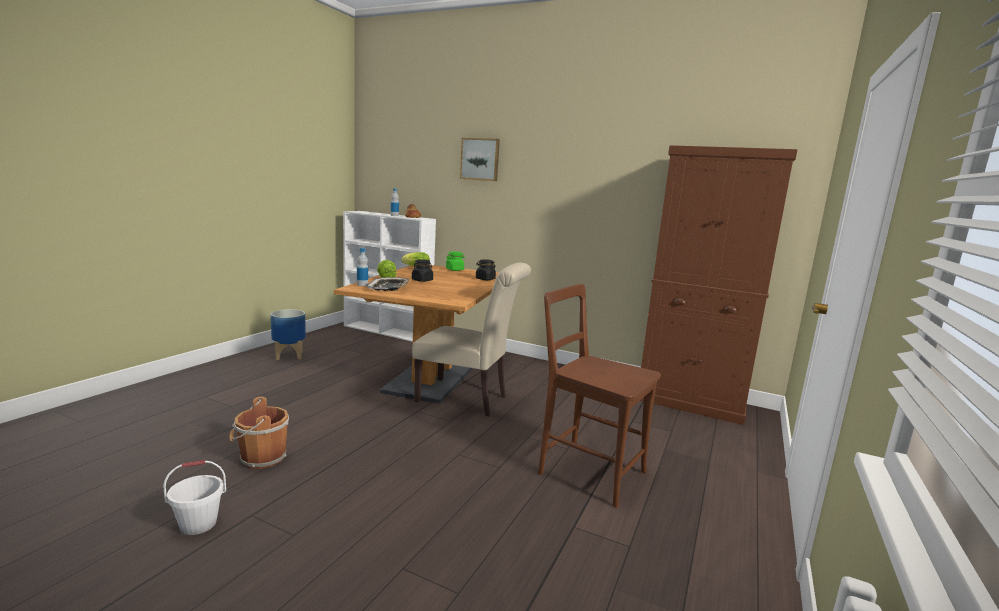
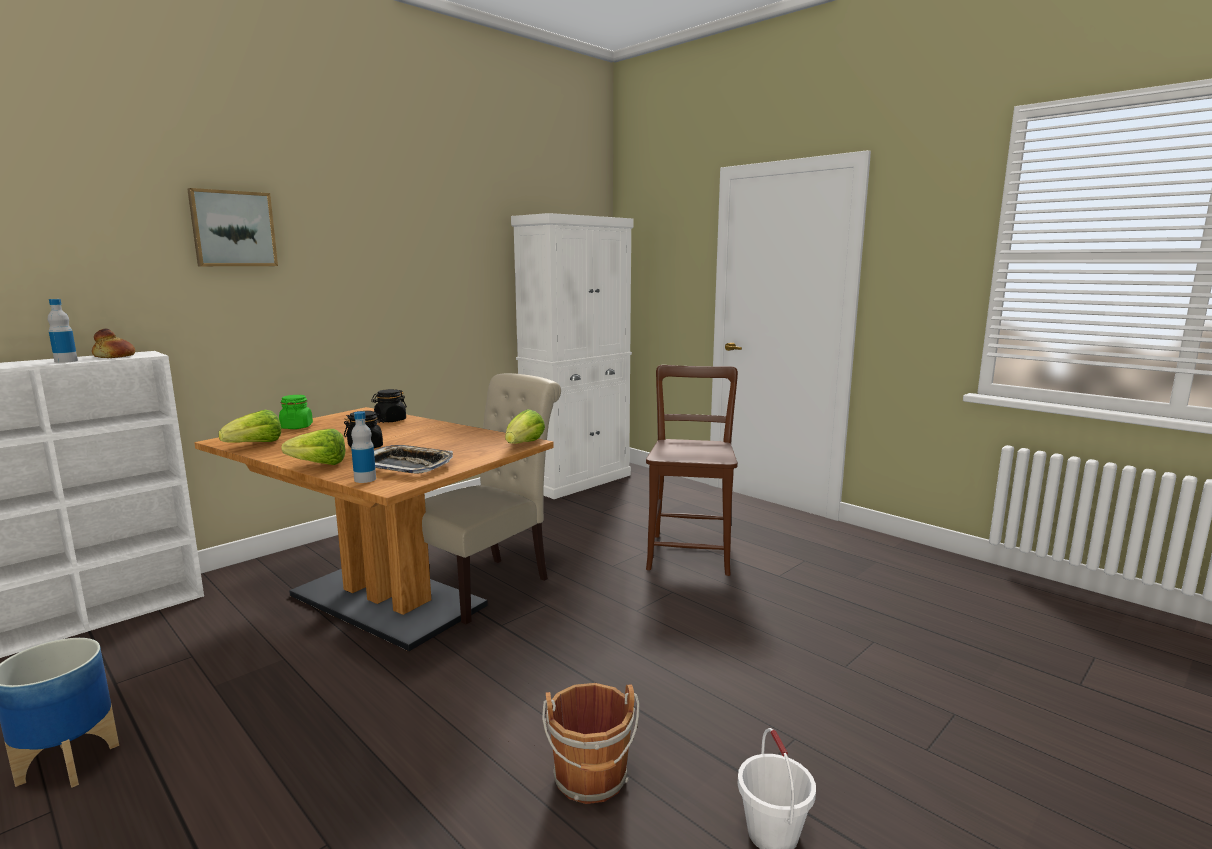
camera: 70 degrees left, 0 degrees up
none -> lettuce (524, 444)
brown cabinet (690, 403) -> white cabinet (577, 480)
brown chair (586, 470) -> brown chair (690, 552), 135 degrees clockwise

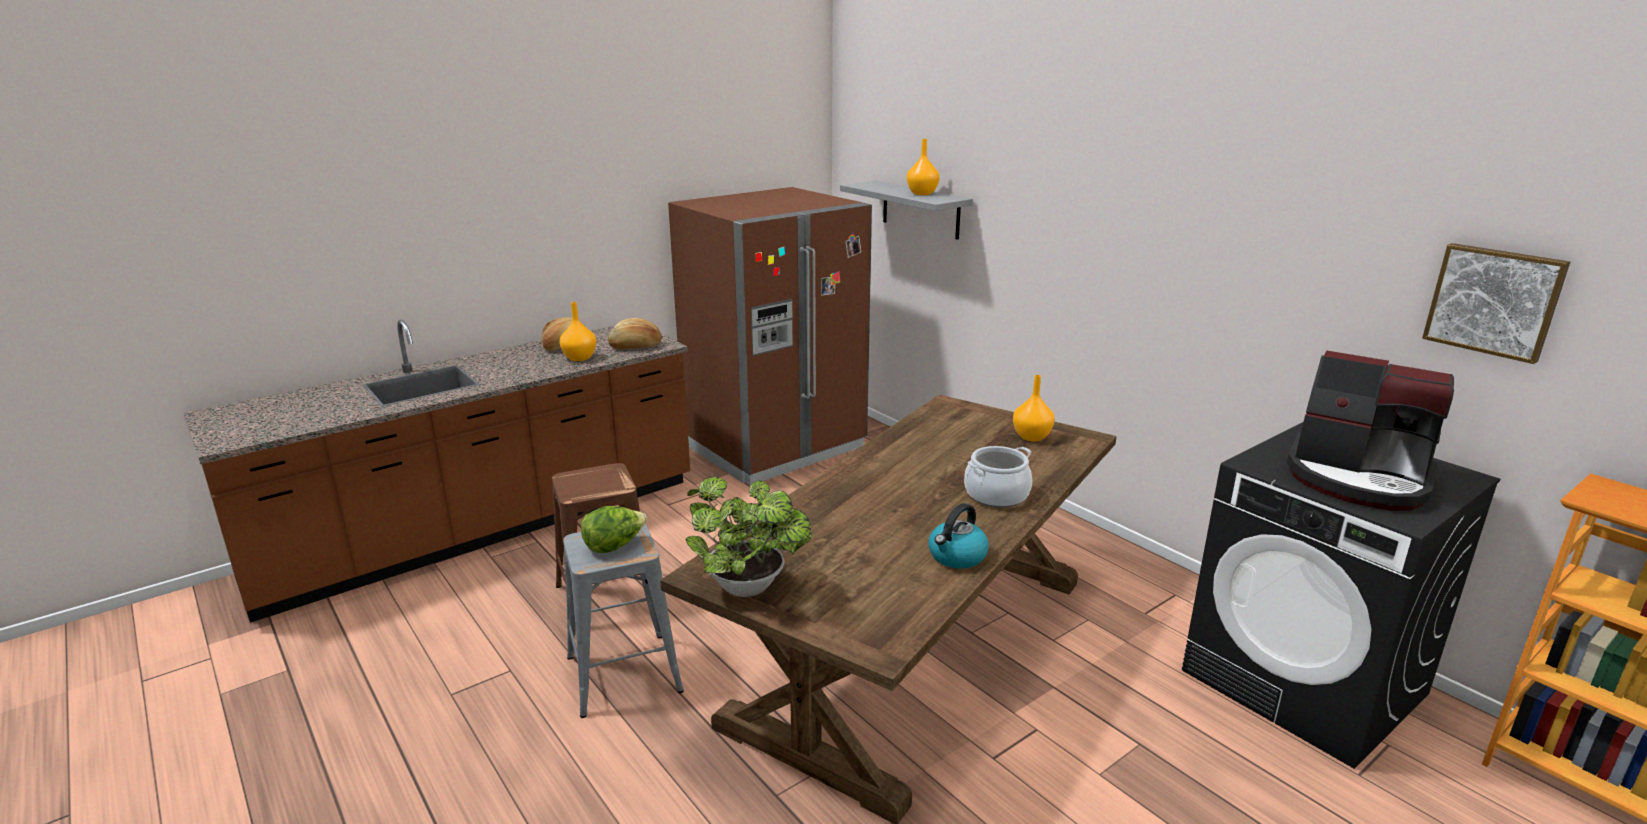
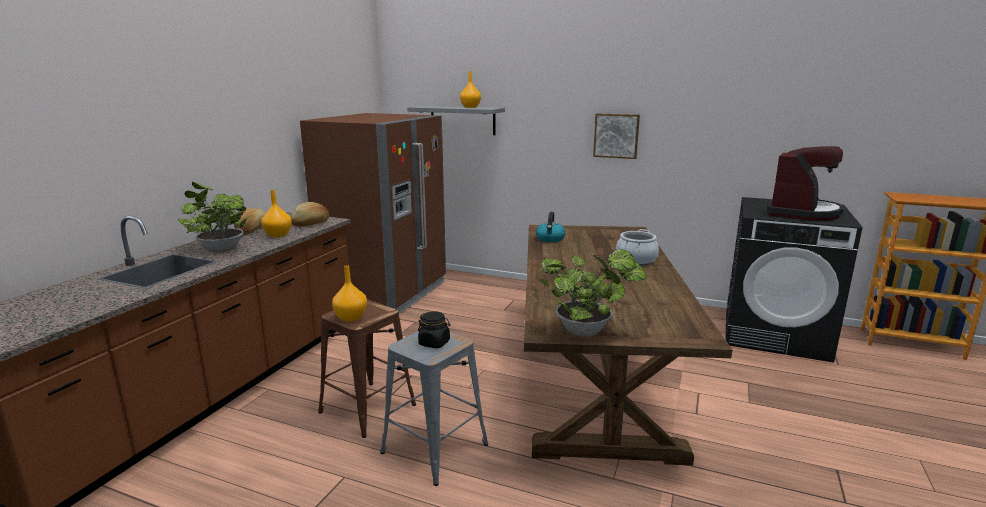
camera: 30 degrees left, 5 degrees down
none -> potted plant (220, 249)
kettle (957, 557) -> kettle (550, 239), shifted
orange vase (1031, 436) -> orange vase (350, 317), shifted
picture (1494, 301) -> picture (616, 135), shifted
lettuce (614, 546) -> black jar (434, 343)
coffee machine (1358, 479) -> coffee machine (802, 212), 60 degrees counterclockwise

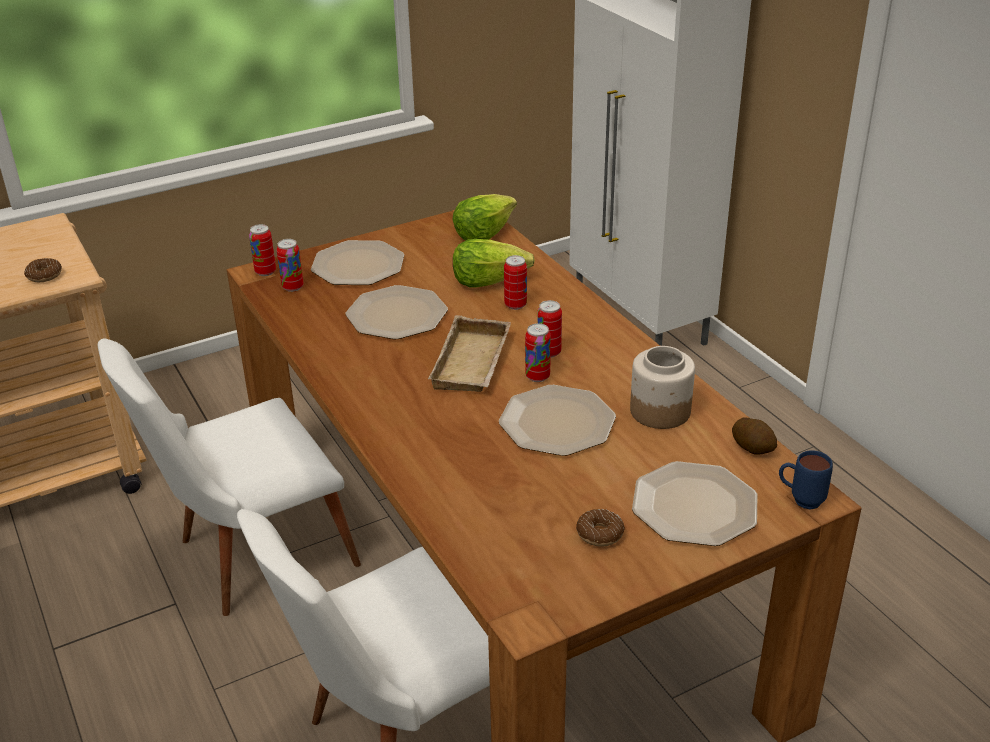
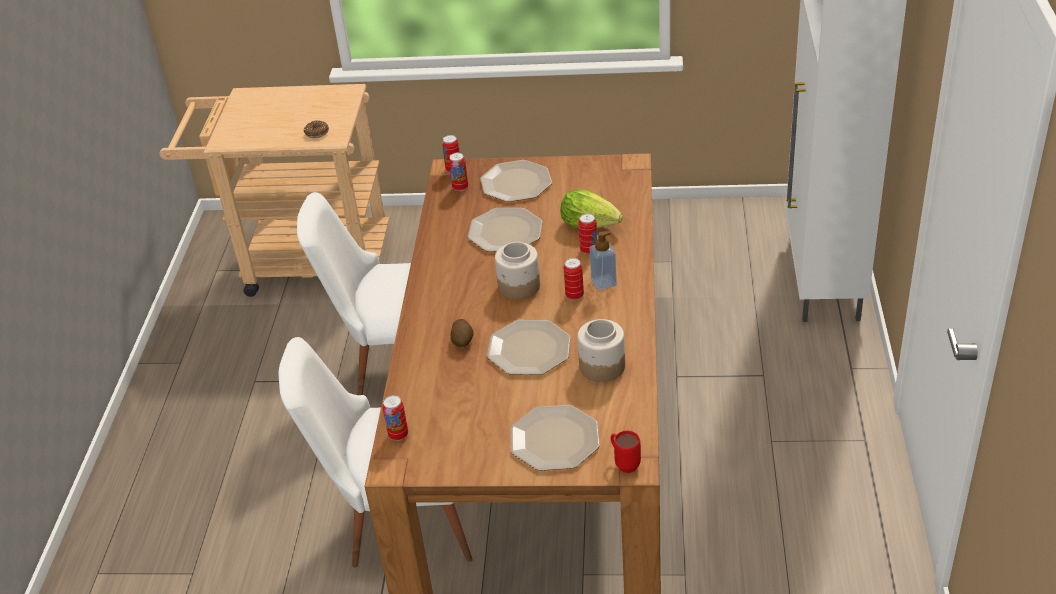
camera: 35 degrees right, 5 degrees up
lettuce (483, 233) -> none
donut (600, 534) -> none
none -> soap dispenser (603, 282)
can (537, 376) -> can (398, 435), shifted
potato (753, 447) -> potato (462, 341), shifted
beige tray (474, 363) -> jar (519, 287)
blue mug (800, 500) -> red mug (624, 463)

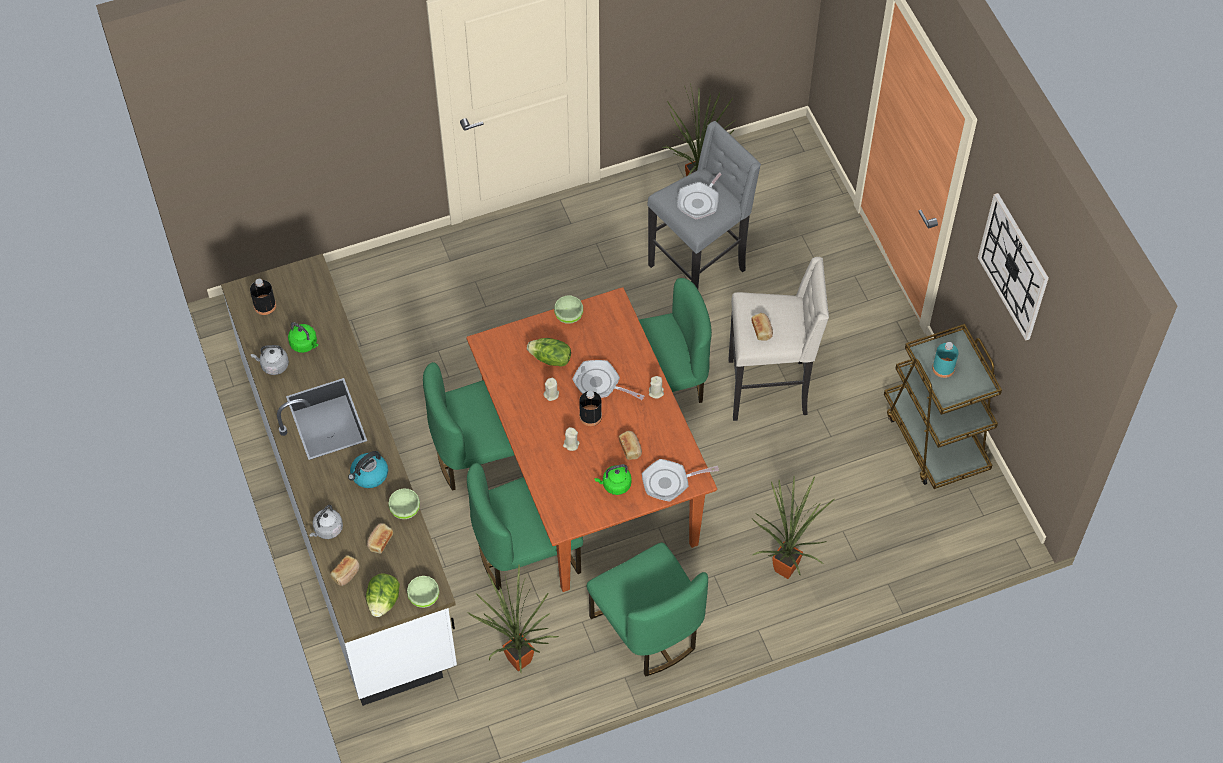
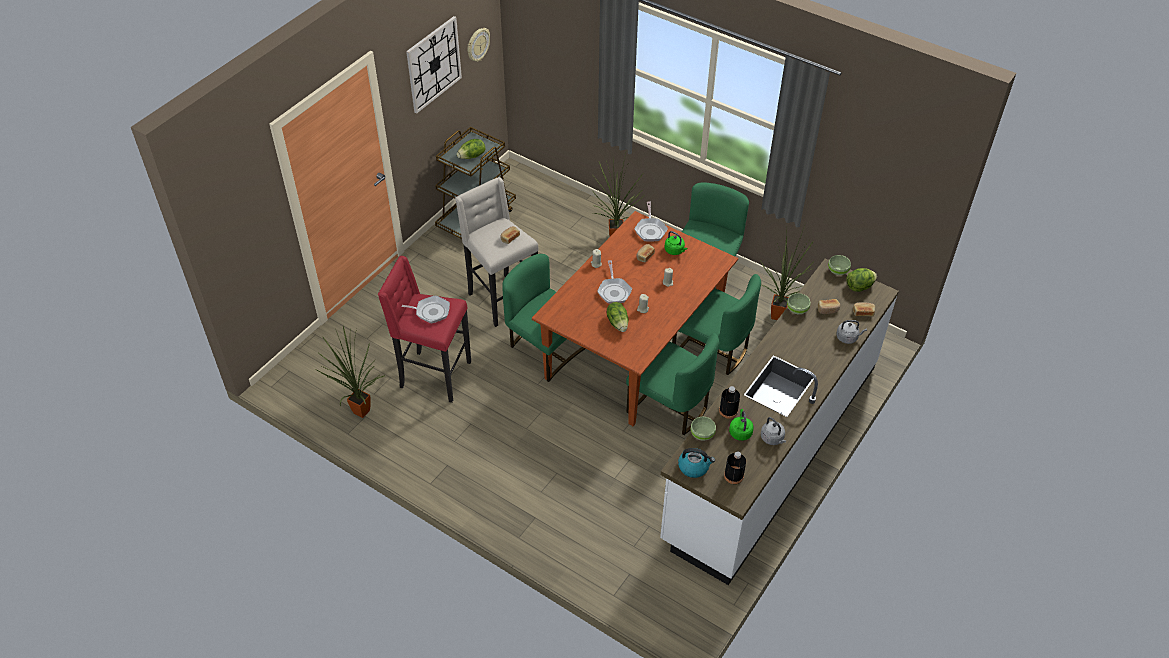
camera: 125 degrees left, 10 degrees down
none -> wall clock (477, 45)
kettle (369, 475) -> kettle (694, 467), shifted
green bowl (568, 315) -> green bowl (702, 435), shifted
black bottle (590, 416) -> black bottle (728, 411), shifted
turquoise bottle (943, 368) -> lettuce (472, 156)
grey stool (699, 268) -> red stool (433, 375)
frying pan (669, 482) -> frying pan (650, 230), 45 degrees clockwise

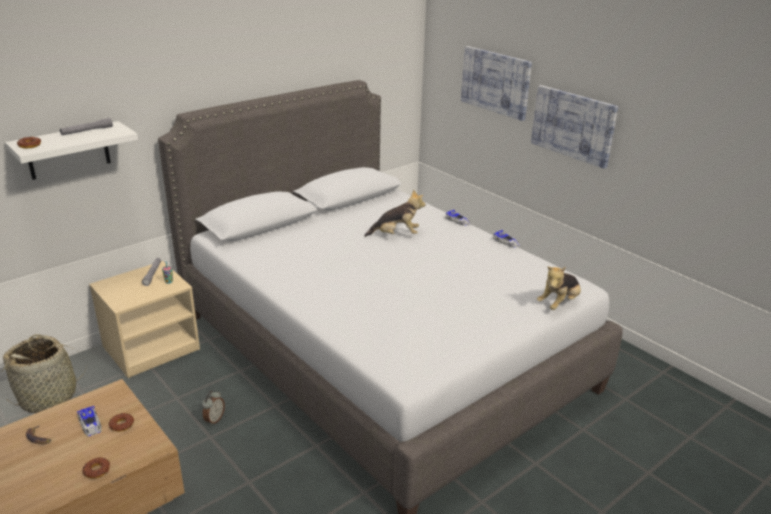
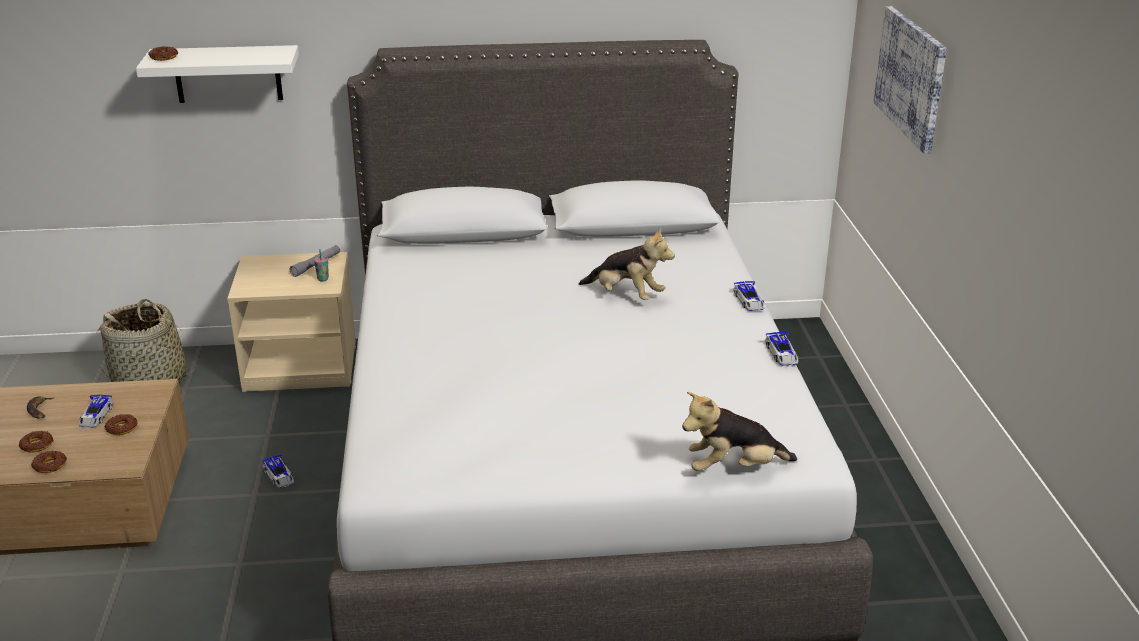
camera: 35 degrees right, 0 degrees up
grey flashlight (87, 131) -> none
picture (573, 125) -> none
none -> donut (37, 445)
alarm clock (214, 419) -> toy car (279, 476)

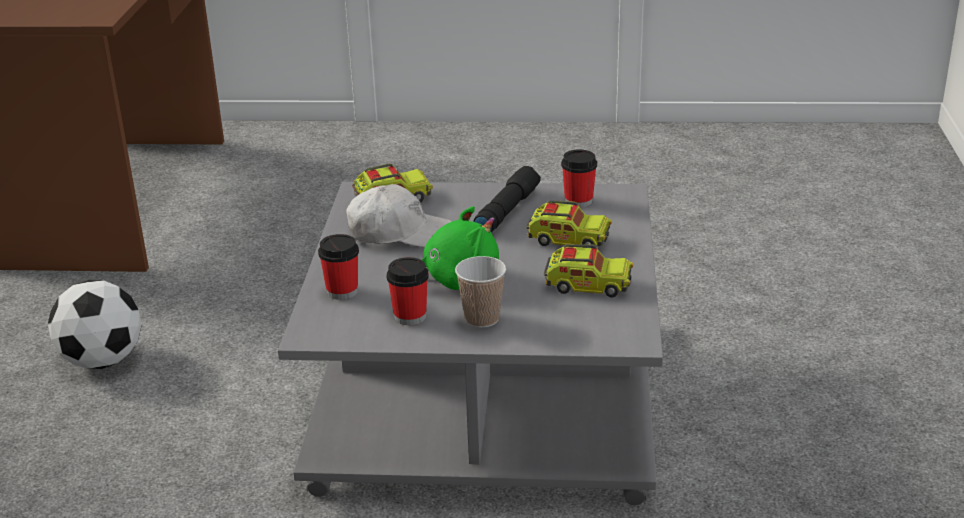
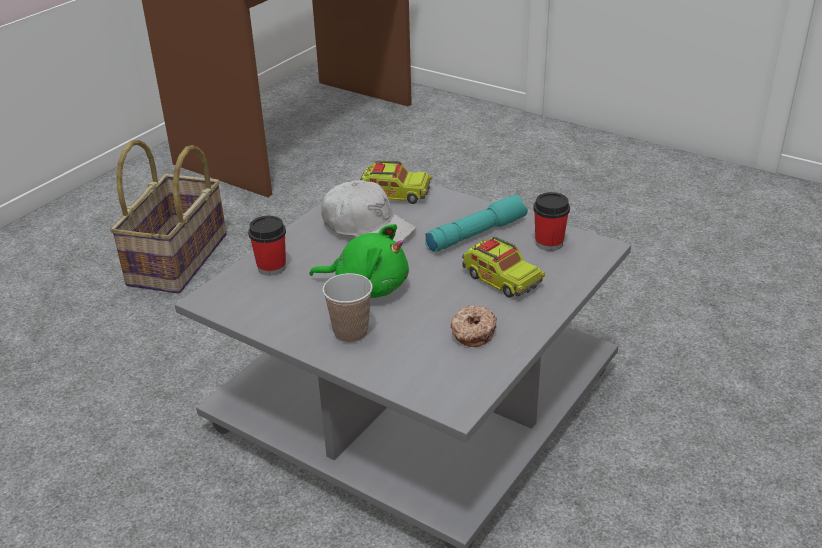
camera: 30 degrees right, 5 degrees up
cup (410, 316) -> none
football (102, 361) -> basket (179, 260)
toy truck (588, 285) -> donut (472, 332)
black flashlight (506, 211) -> turquoise flashlight (476, 233)

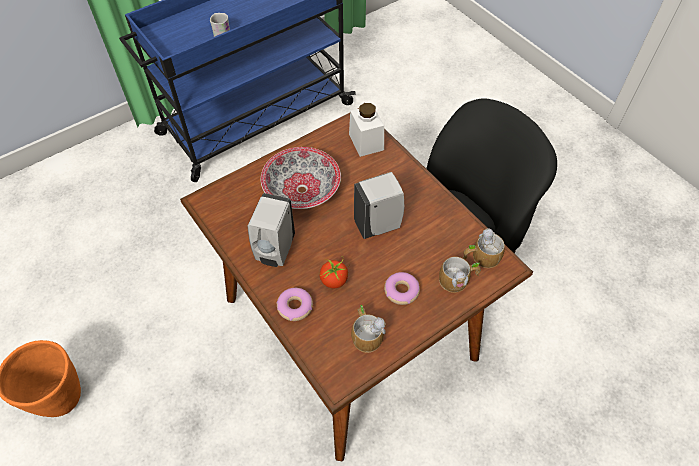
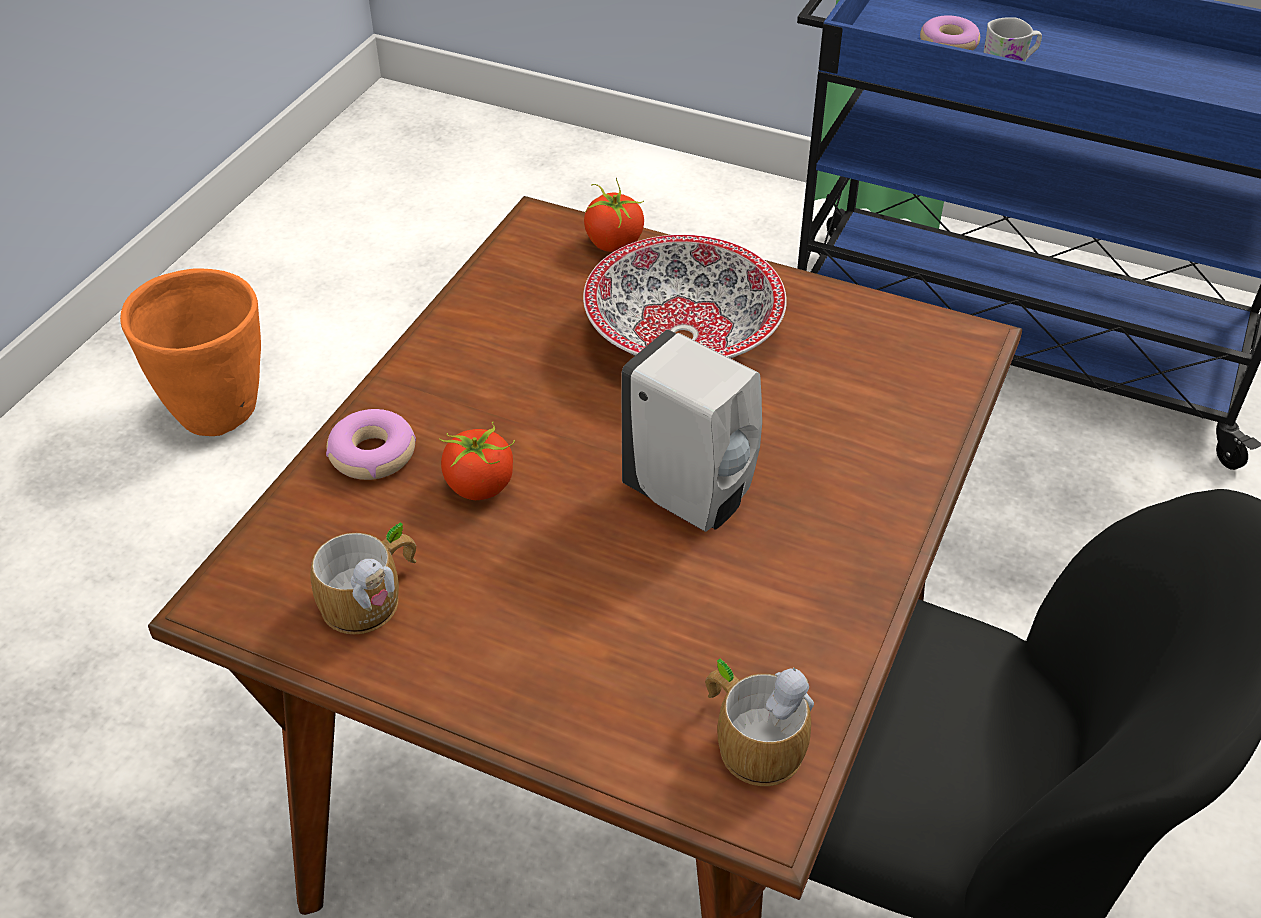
camera: 60 degrees right, 10 degrees down
white soap dispenser (275, 251) -> none
white jar (366, 142) -> none
mug (458, 280) -> none
none -> tomato (613, 243)
donut (401, 291) -> donut (948, 44), shifted

